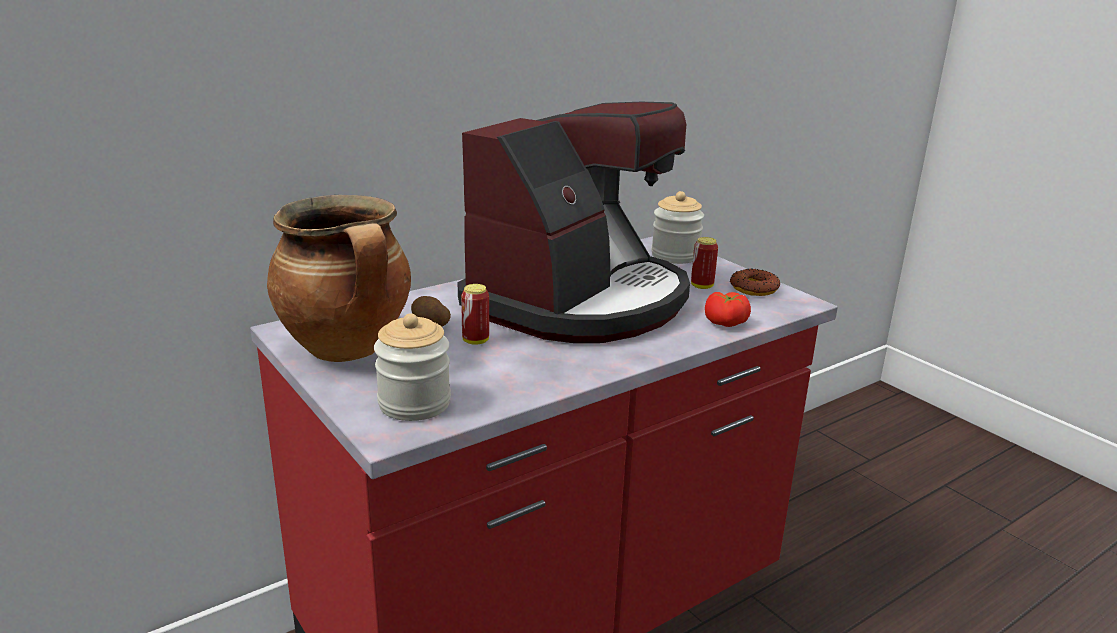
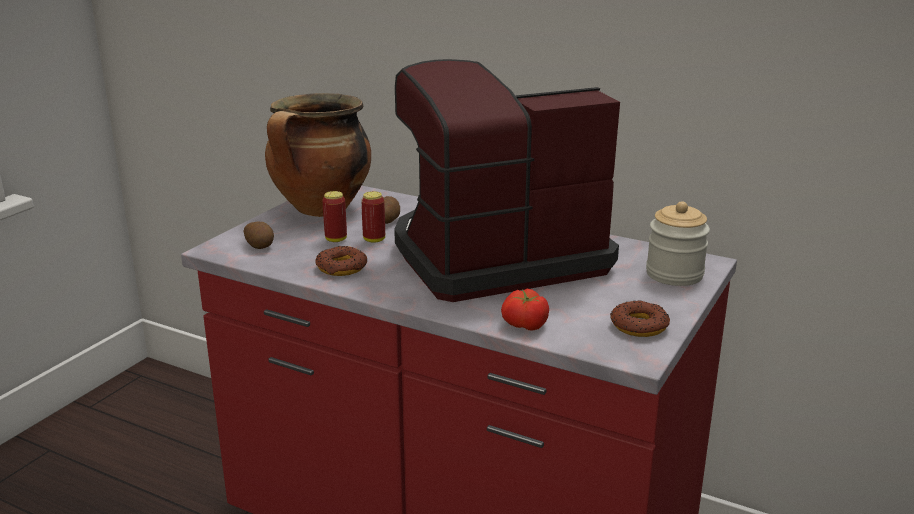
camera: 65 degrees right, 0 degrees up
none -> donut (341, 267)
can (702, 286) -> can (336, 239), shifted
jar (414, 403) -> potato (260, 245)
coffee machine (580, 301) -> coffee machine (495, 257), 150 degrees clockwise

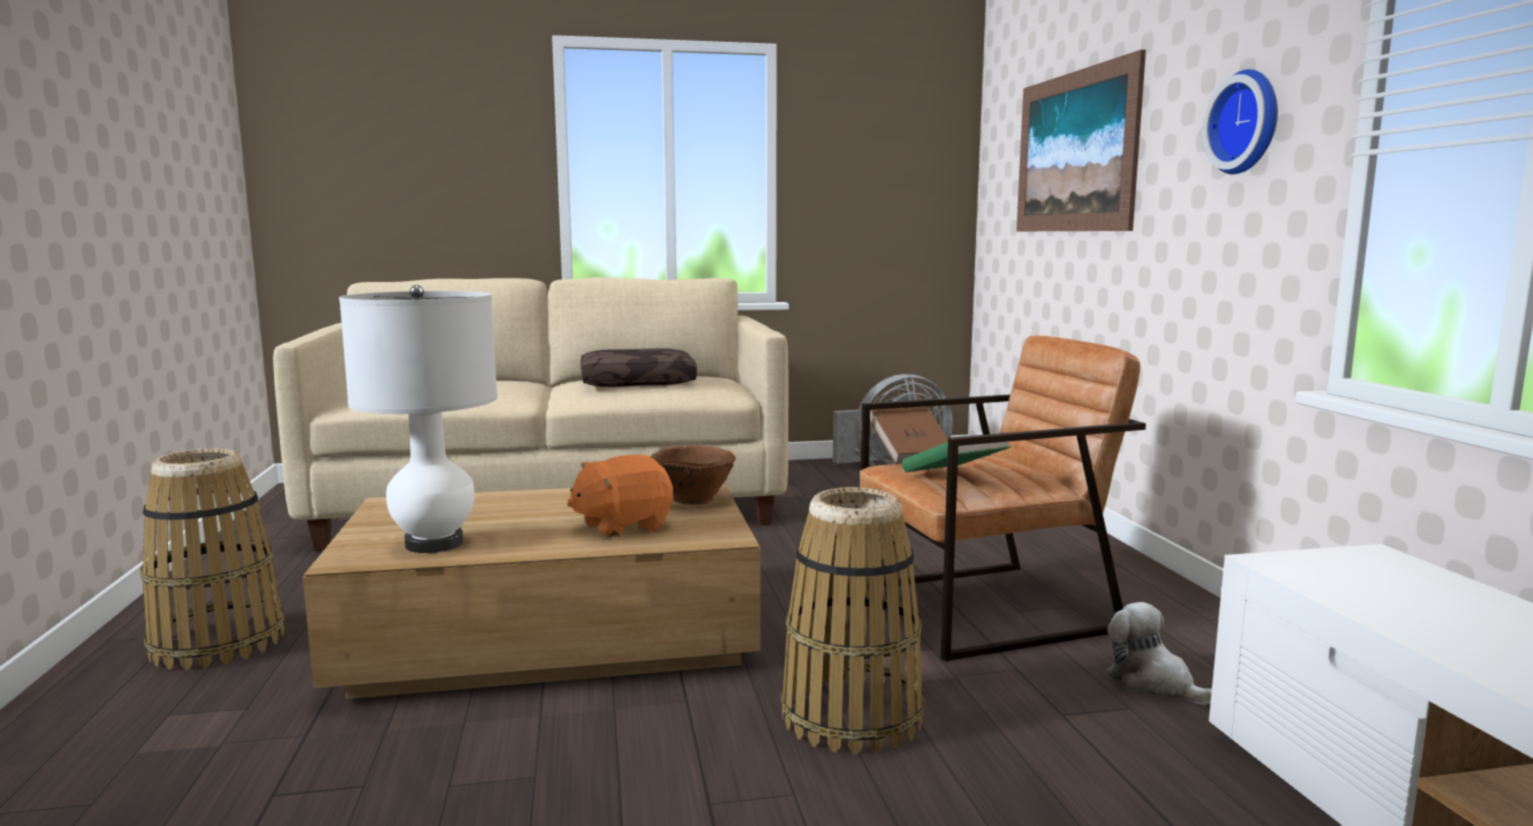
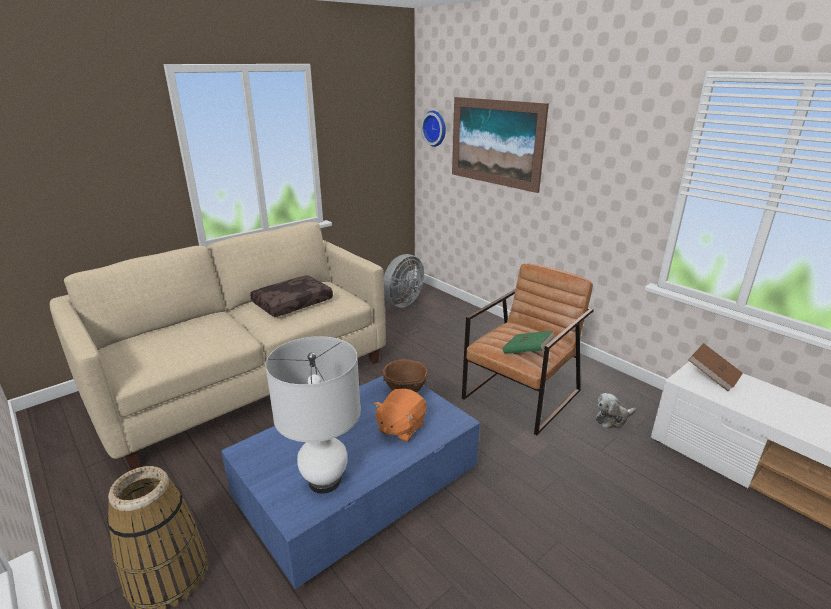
camera: 30 degrees left, 15 degrees up
basket (852, 716) -> none
brown book (911, 454) -> brown book (712, 376), shifted
wall clock (1248, 122) -> wall clock (435, 128), shifted
brown coffee table (553, 636) -> blue coffee table (359, 486)
plush toy (1153, 683) -> plush toy (612, 419), 45 degrees counterclockwise

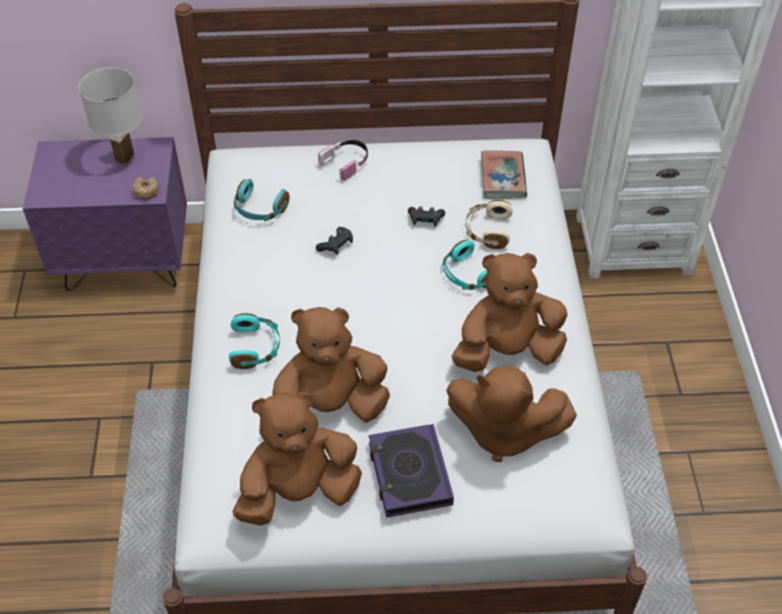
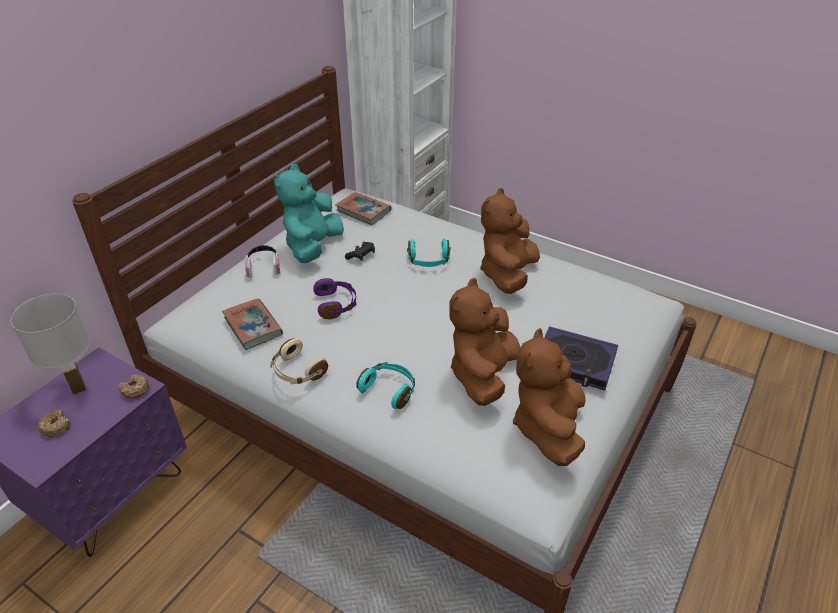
camera: 55 degrees left, 10 degrees down
brown plush toy (503, 431) -> none
none -> donut (56, 427)
none -> turquoise plush toy (313, 247)
beige headphones (487, 231) -> beige headphones (297, 371), shifted
turquoise headphones (259, 209) -> book (253, 326)
black game controller (336, 245) -> purple headphones (336, 304)

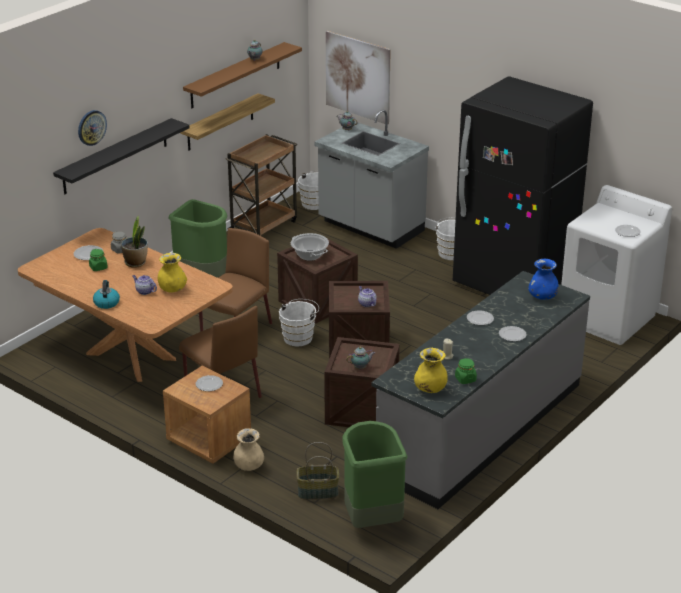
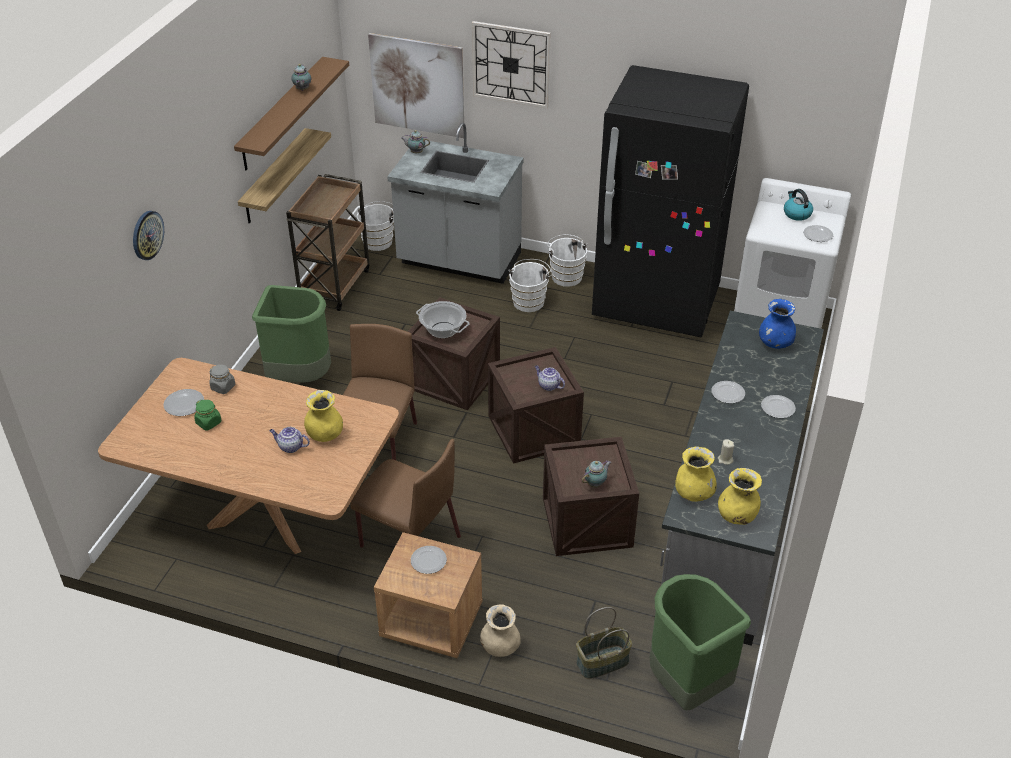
camera: 20 degrees left, 10 degrees up
black shelf (115, 156) -> none
potted plant (136, 263) -> none
green jar (465, 379) -> none
none -> wall clock (511, 64)
none -> yellow vase (693, 493)
kettle (106, 303) -> kettle (796, 214), shifted
white bucket (299, 337) -> white bucket (529, 301), shifted

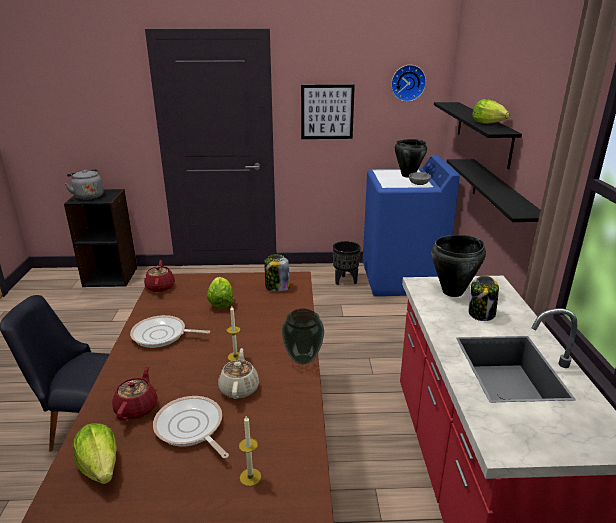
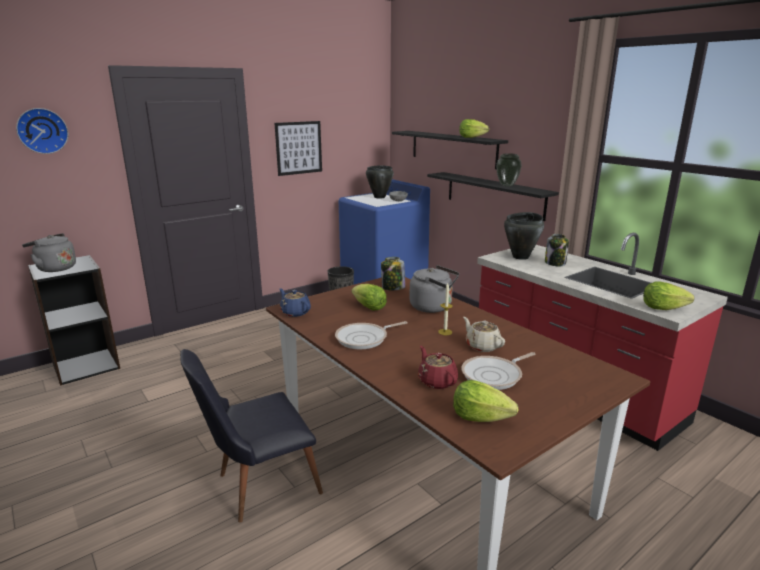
camera: 35 degrees left, 5 degrees down
candle (250, 477) -> none
none -> grey kettle (433, 307)
none -> lettuce (662, 308)
vase (303, 359) -> vase (506, 185), shifted
wall clock (407, 83) -> wall clock (42, 131), shifted
red teapot (160, 286) -> blue teapot (295, 312)
frying pan (190, 428) -> frying pan (494, 375), 45 degrees counterclockwise

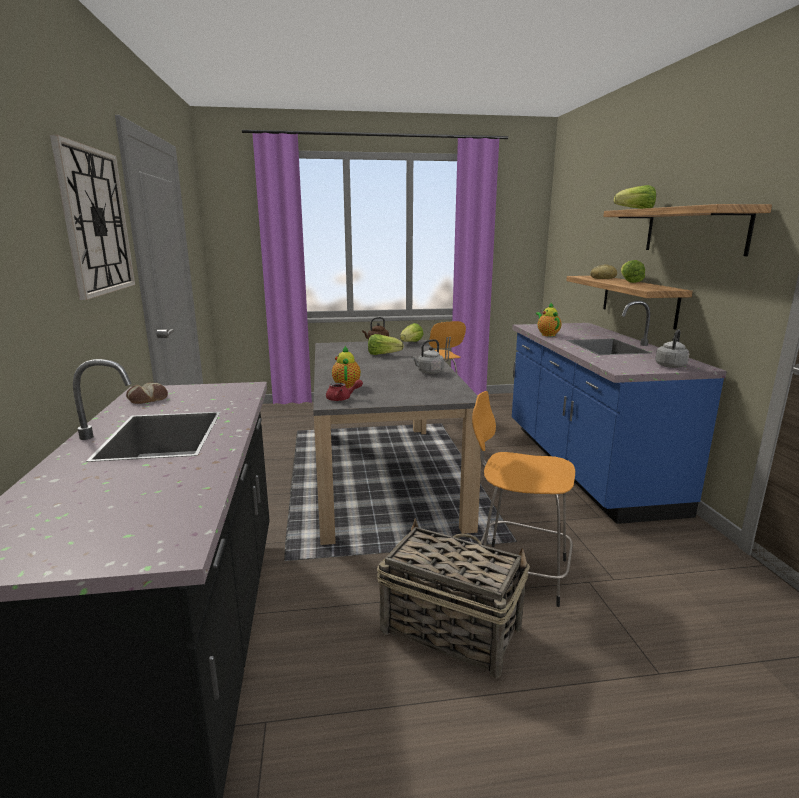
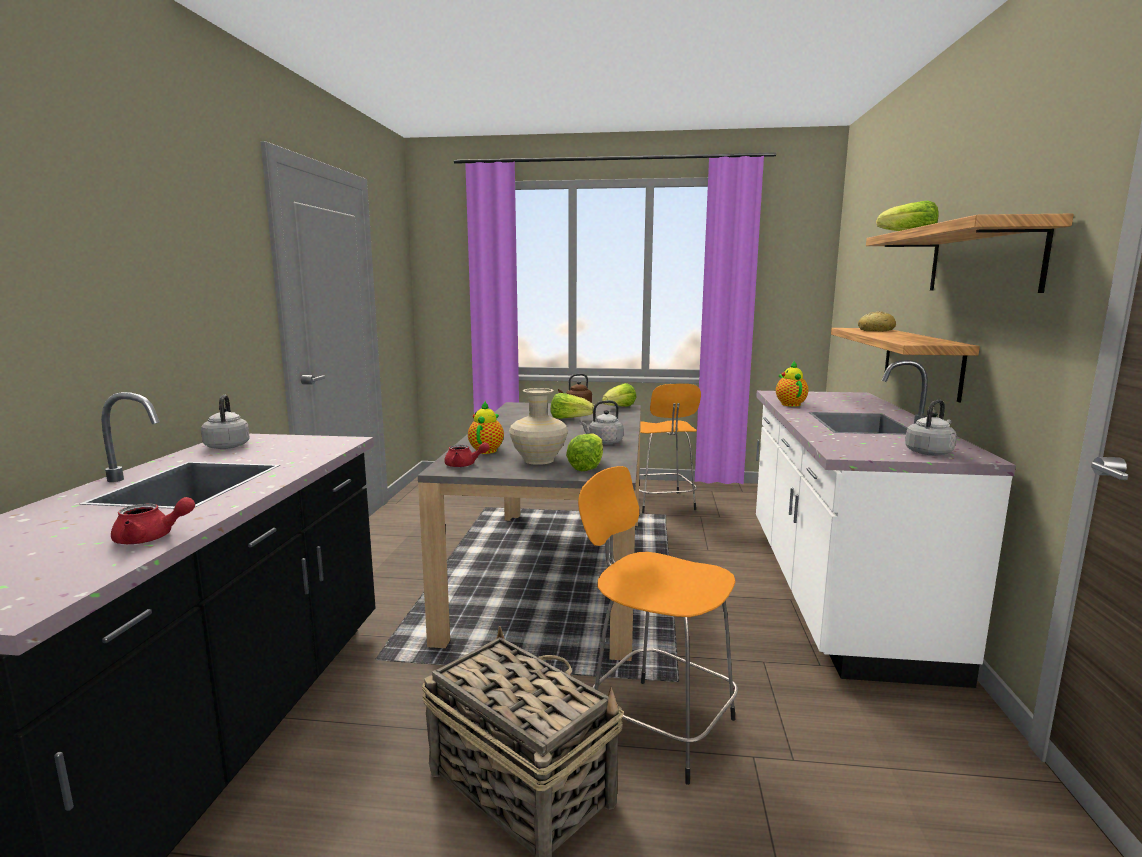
camera: 15 degrees right, 5 degrees down
wall clock (96, 221) -> none
none -> red teapot (151, 538)
none -> beige vase (538, 460)
lettuce (629, 282) -> lettuce (587, 466), shifted
bread (147, 398) -> grey kettle (228, 446)
blue counter (584, 466) -> white counter (835, 590)

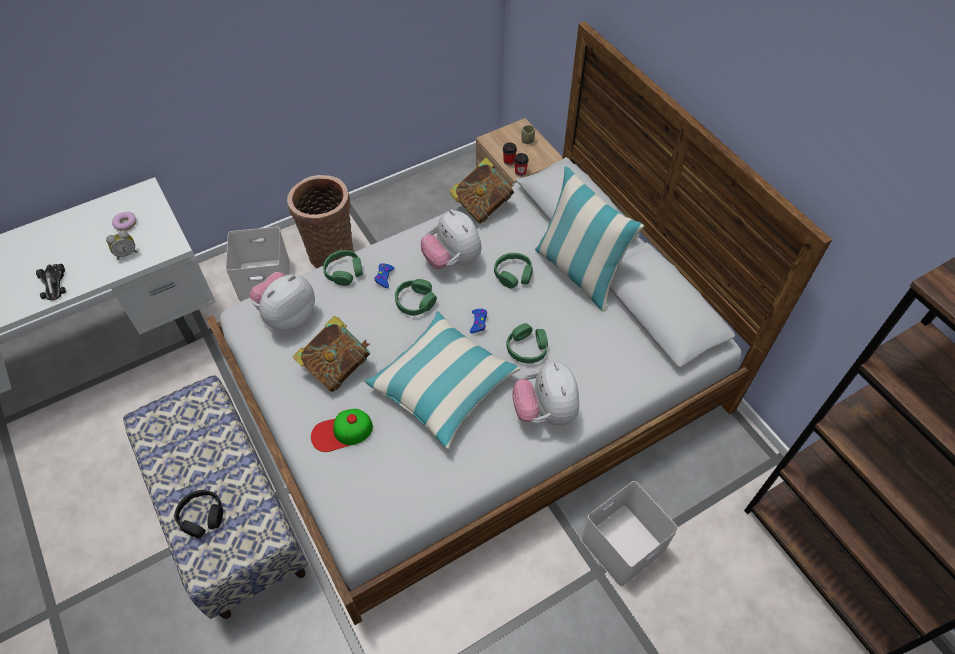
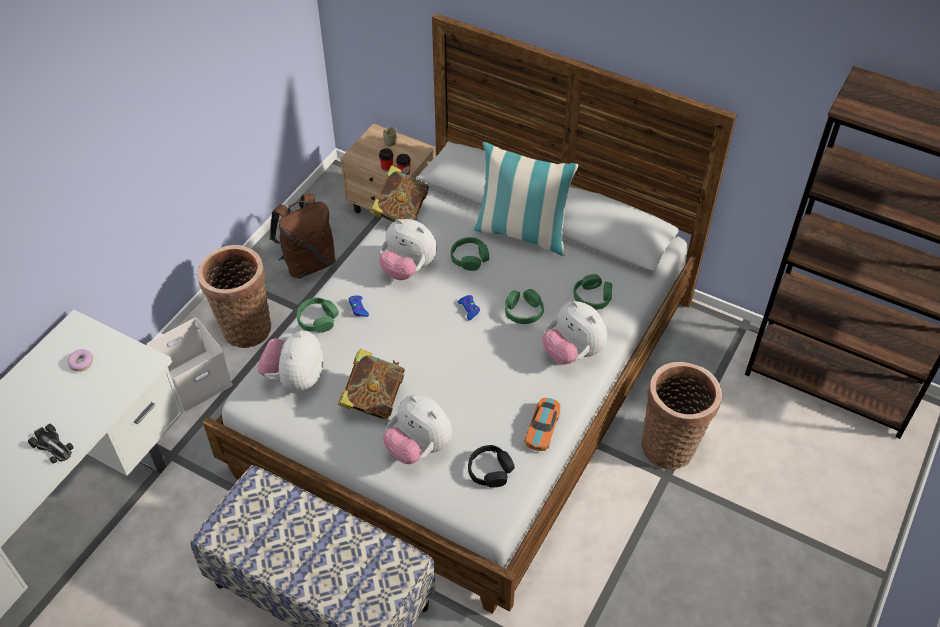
camera: 30 degrees left, 5 degrees down
alarm clock (126, 253) -> none
pillow (443, 386) -> none
none -> brown backpack (308, 263)
none -> toy car (542, 428)
black headphones (202, 516) -> black headphones (490, 470), shifted
green headphones (415, 301) -> green headphones (592, 297), shifted
cap (342, 432) -> plush toy (418, 447)
white storage box (622, 542) -> basket (671, 444)

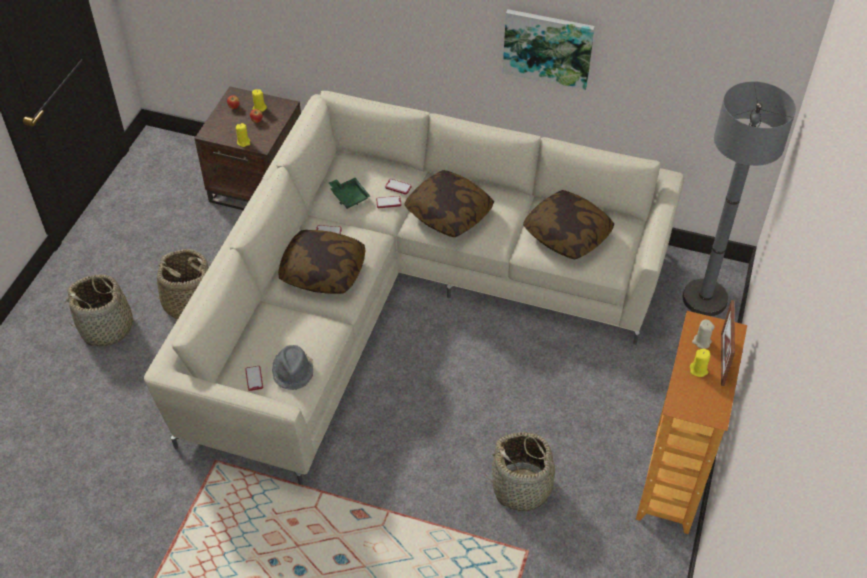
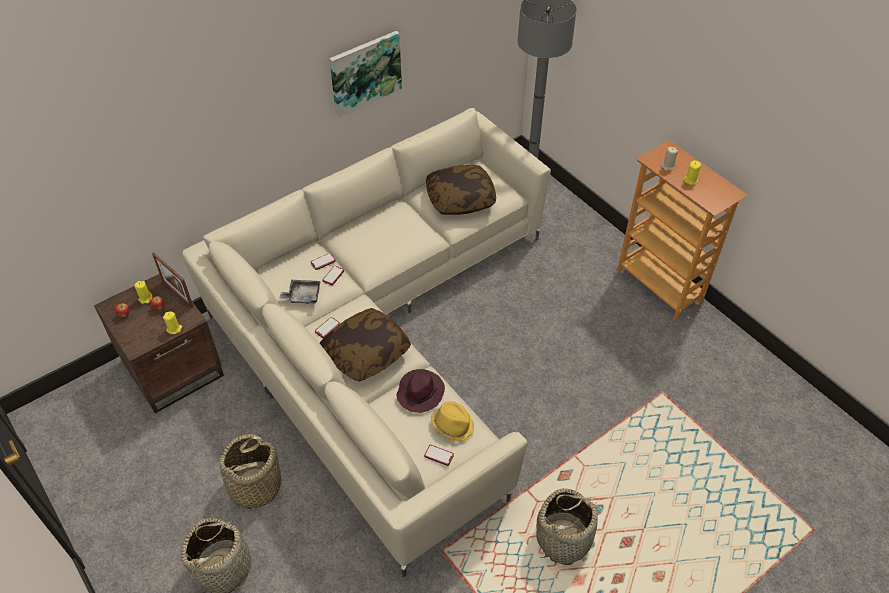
camera: 55 degrees left, 0 degrees up
pillow (449, 214) -> none
none -> purple hat (420, 392)
basket (522, 488) -> basket (564, 538), shifted
picture frame (722, 359) -> picture frame (177, 294), shifted
grey hat (293, 371) -> yellow hat (453, 425)
green tray (349, 196) -> grey tray (302, 295)

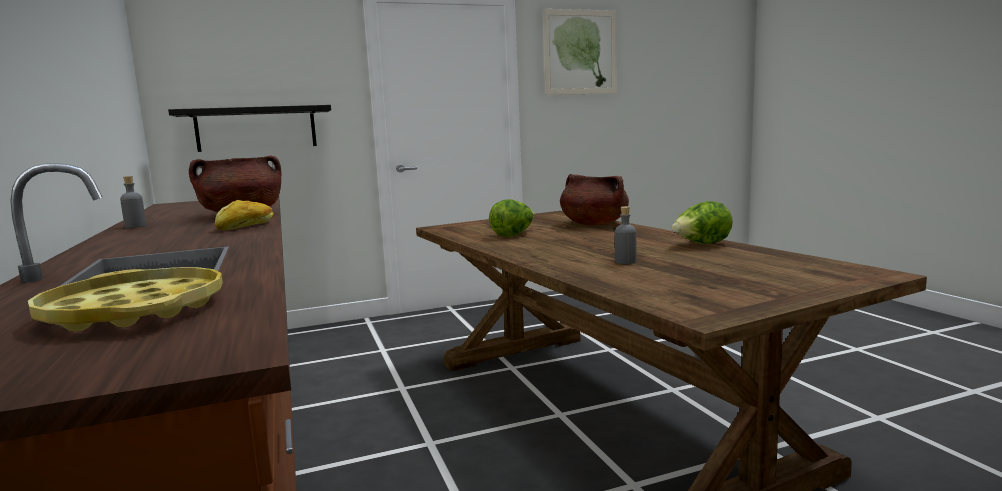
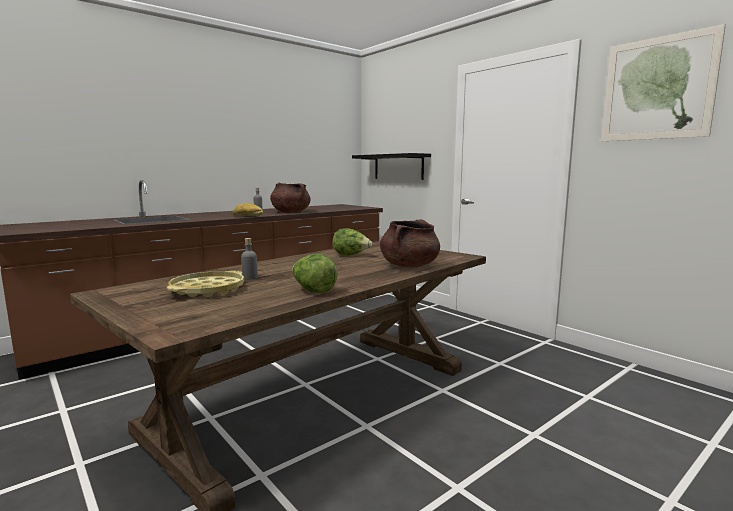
camera: 70 degrees right, 0 degrees up
yellow tray (135, 310) -> yellow tray (208, 290), shifted

